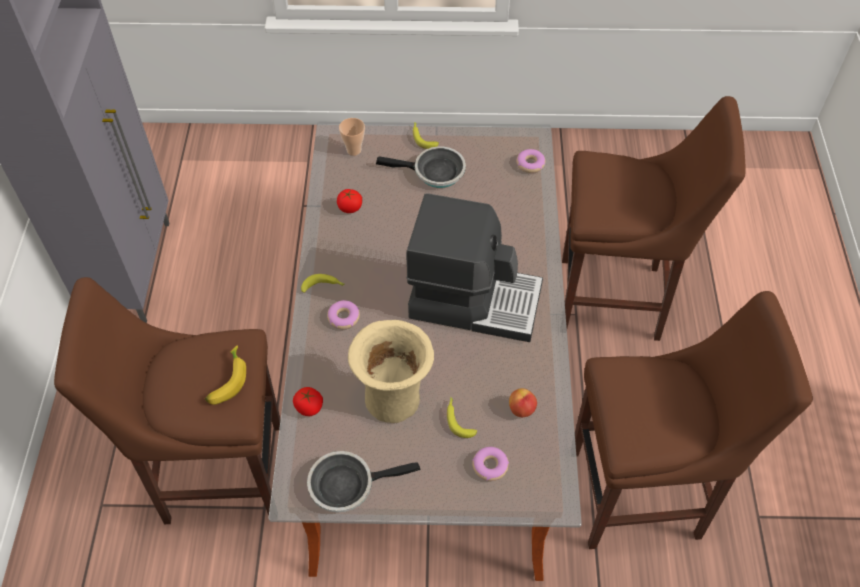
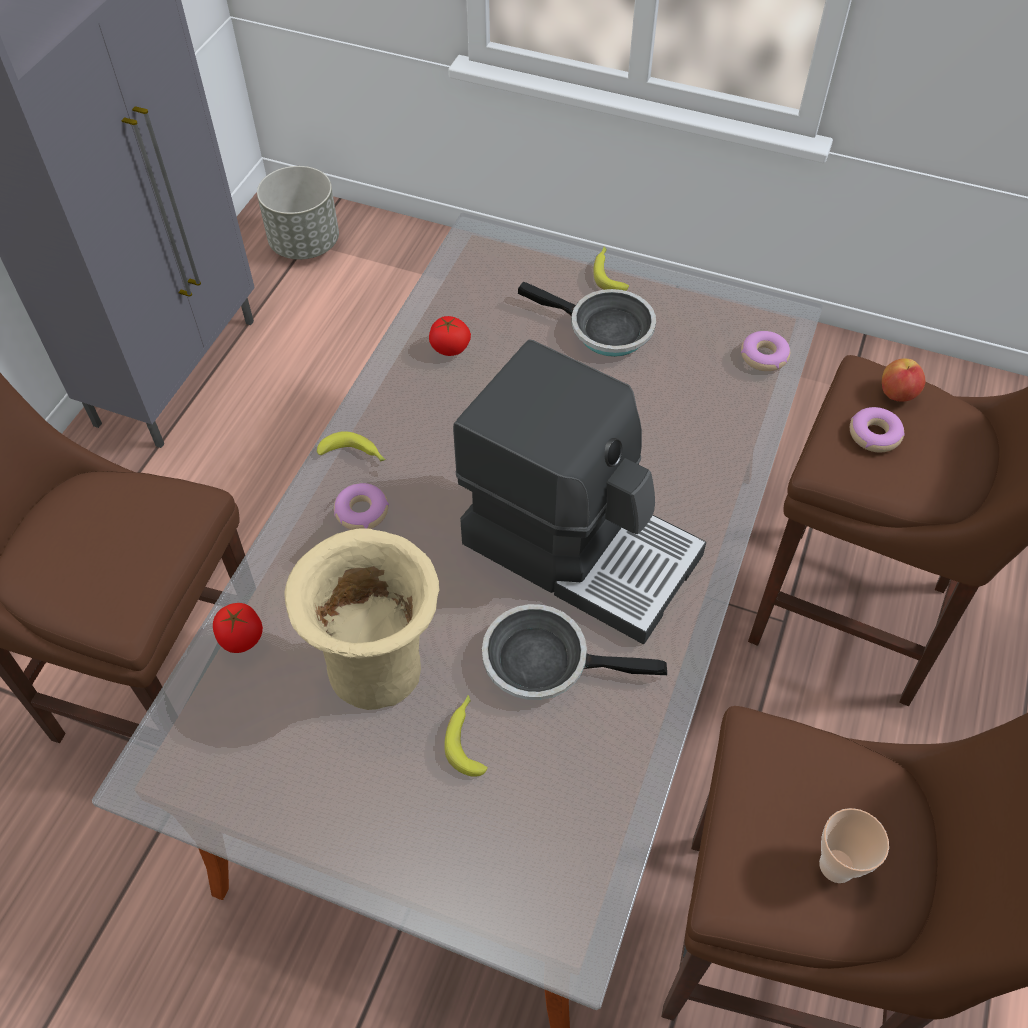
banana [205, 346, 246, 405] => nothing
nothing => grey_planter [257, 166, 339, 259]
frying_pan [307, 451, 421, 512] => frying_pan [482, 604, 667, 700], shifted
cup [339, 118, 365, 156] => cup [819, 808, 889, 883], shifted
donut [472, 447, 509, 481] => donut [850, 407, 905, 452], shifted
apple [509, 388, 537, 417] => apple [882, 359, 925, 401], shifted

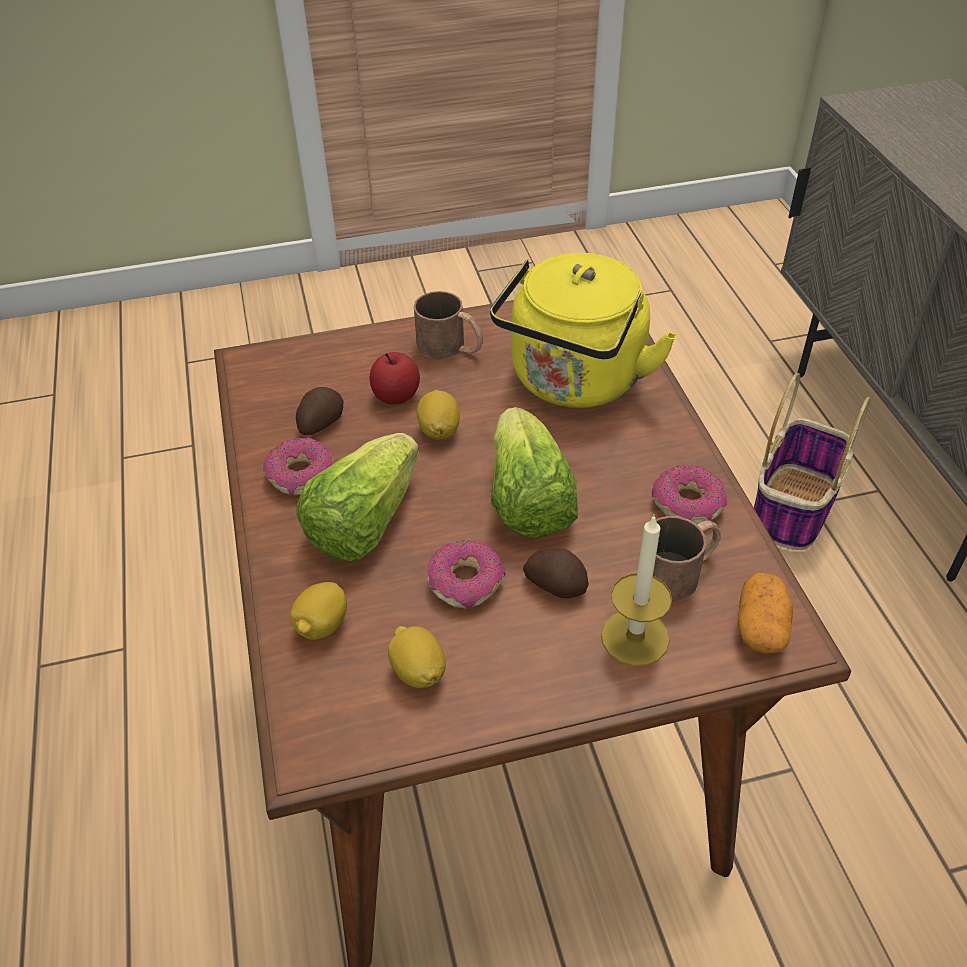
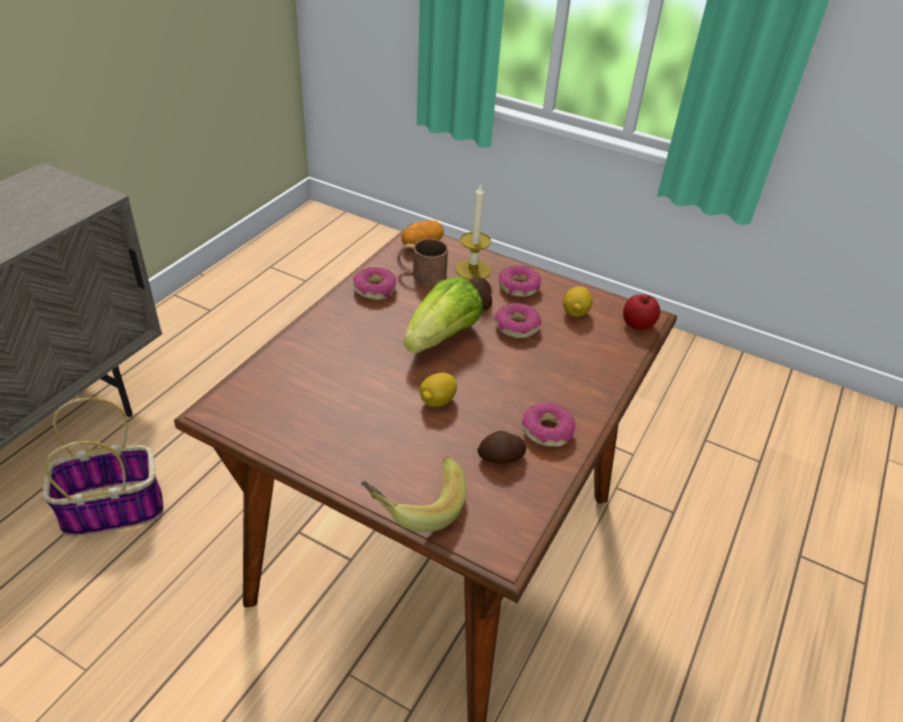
lemon [290, 582, 347, 640] => nothing
lettuce [297, 433, 419, 562] => nothing
brown_mug [414, 291, 483, 359] => nothing
yellow_kettle [490, 253, 677, 408] => nothing
nothing => banana [361, 457, 466, 532]
nothing => donut [498, 265, 542, 297]
apple [369, 352, 420, 404] => apple [623, 294, 660, 330], shifted

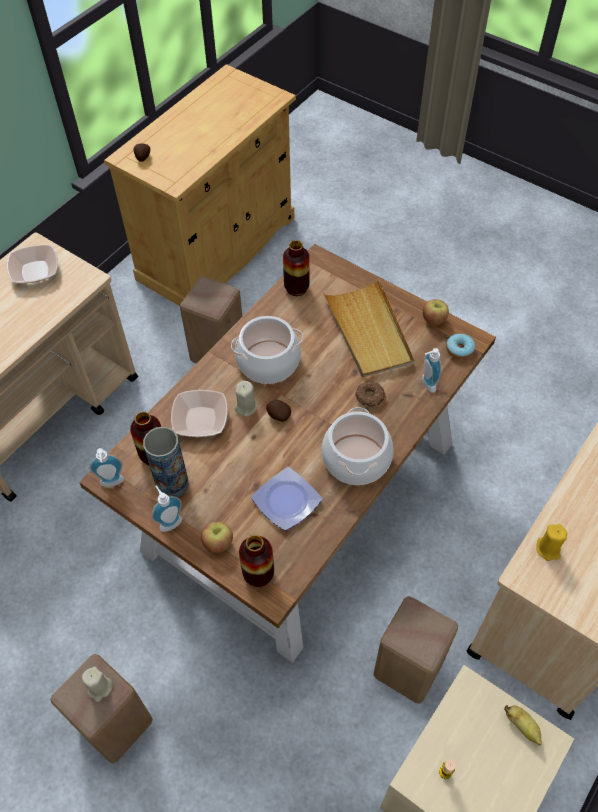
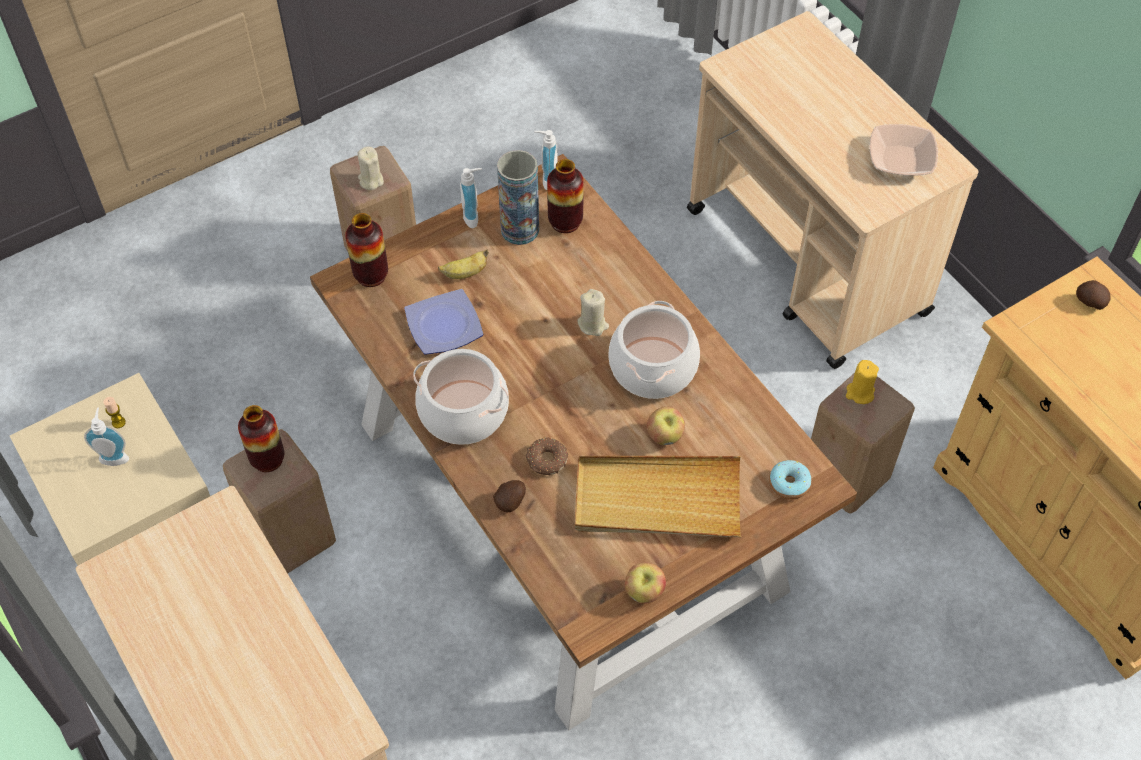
bowl [171, 390, 228, 437] => nothing
apple [201, 522, 233, 553] => apple [647, 407, 685, 445], shifted
potato [266, 400, 291, 422] => potato [493, 480, 526, 512], shifted
vase [283, 240, 310, 296] => vase [238, 405, 285, 472], shifted
soap_dispenser [422, 348, 441, 393] => soap_dispenser [84, 408, 129, 466], shifted
donut [446, 334, 475, 359] => donut [769, 460, 811, 500], shifted
banana [504, 705, 542, 745] => banana [438, 250, 489, 279], shifted
yellow_candle [536, 524, 567, 561] => yellow_candle [846, 360, 879, 404], shifted

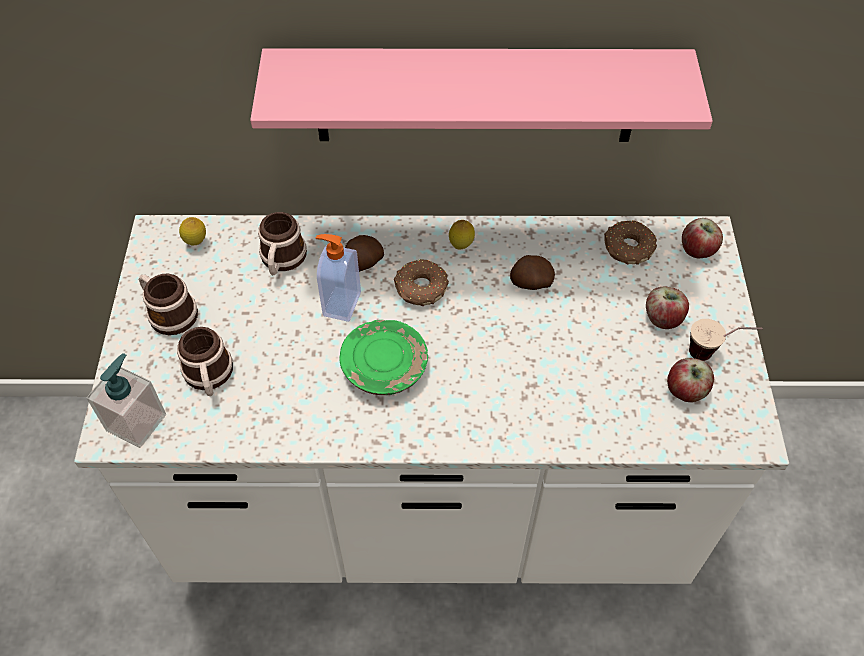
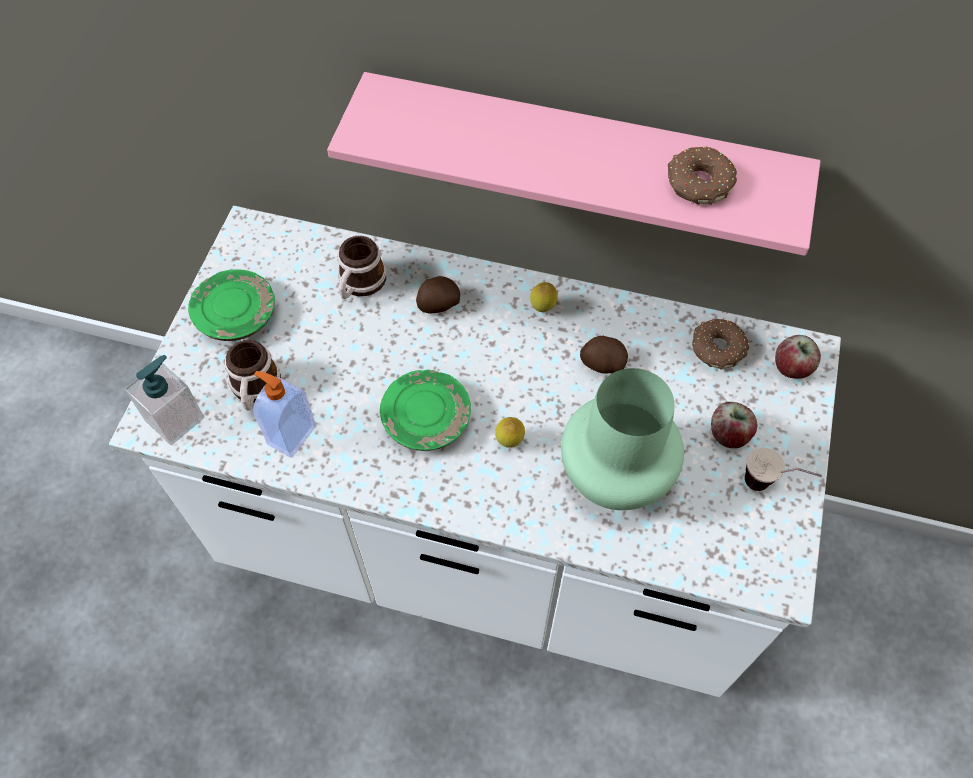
apple [667, 358, 714, 402] => nothing
nothing => green_vase [561, 368, 684, 510]
lemon [179, 217, 206, 245] => lemon [495, 417, 525, 448], shifted
soap_dispenser [316, 234, 361, 322] => soap_dispenser [253, 371, 316, 458], shifted
donut [394, 259, 449, 306] => donut [668, 146, 737, 205], shifted
mug [139, 273, 198, 335] => green_plate [188, 269, 275, 341]

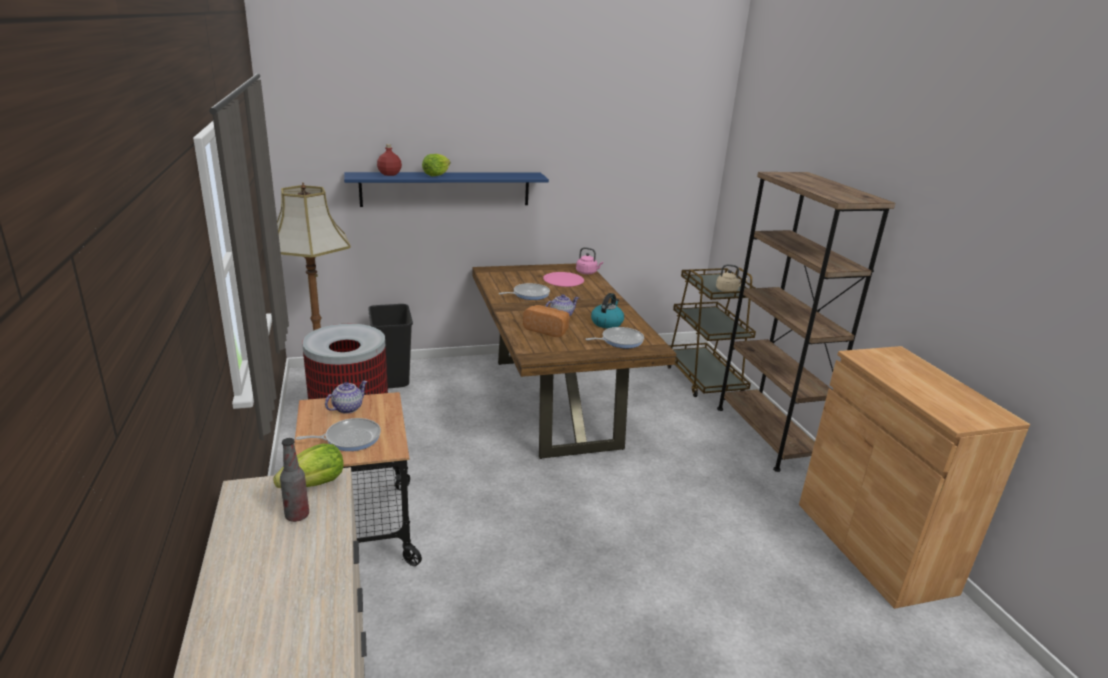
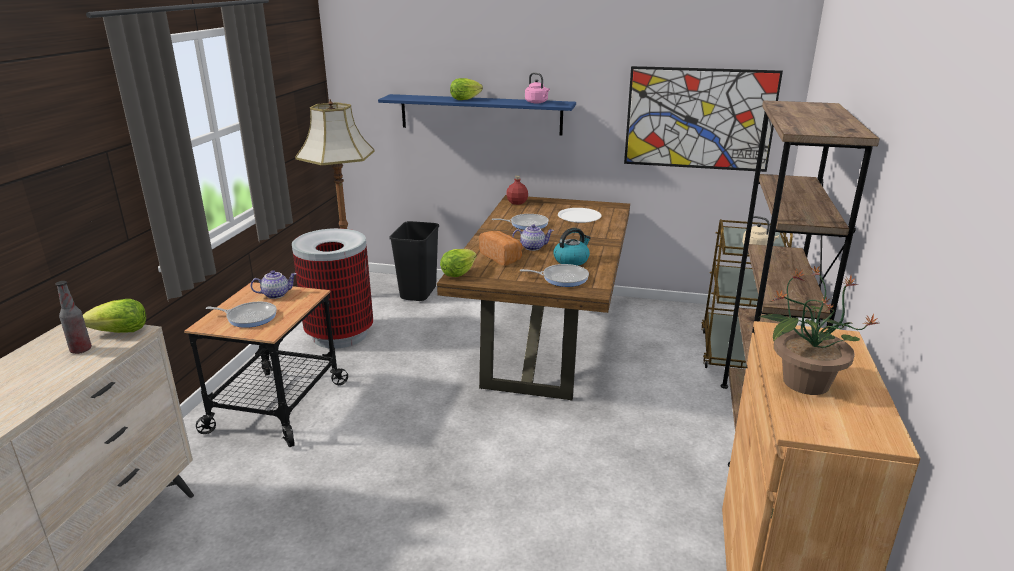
nothing => lettuce [440, 249, 477, 277]
nothing => picture [624, 66, 783, 172]
nothing => potted_plant [760, 265, 879, 395]
red_bottle [377, 144, 402, 176] => red_bottle [506, 175, 528, 205], shifted
pink_kettle [576, 247, 603, 274] => pink_kettle [525, 72, 550, 103], shifted
pink_plate [543, 272, 584, 287] => white_plate [558, 208, 602, 223]

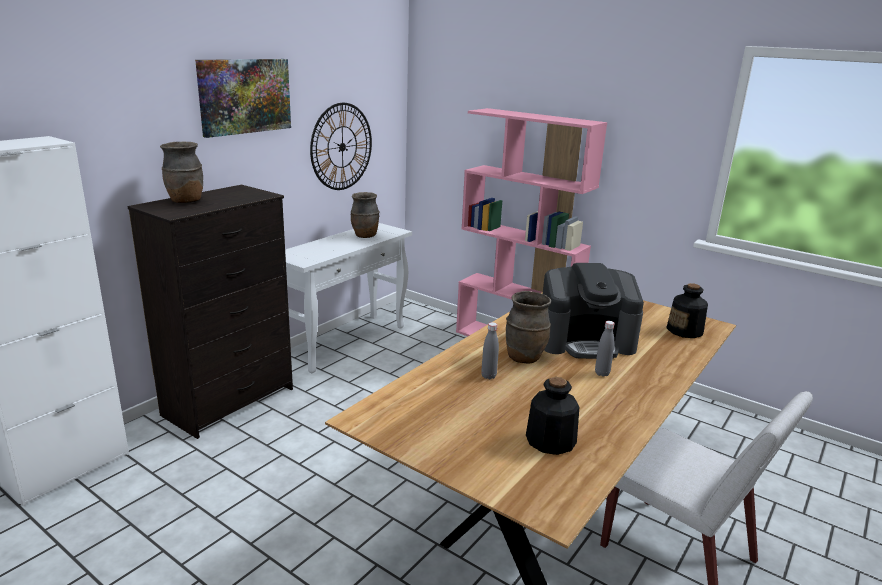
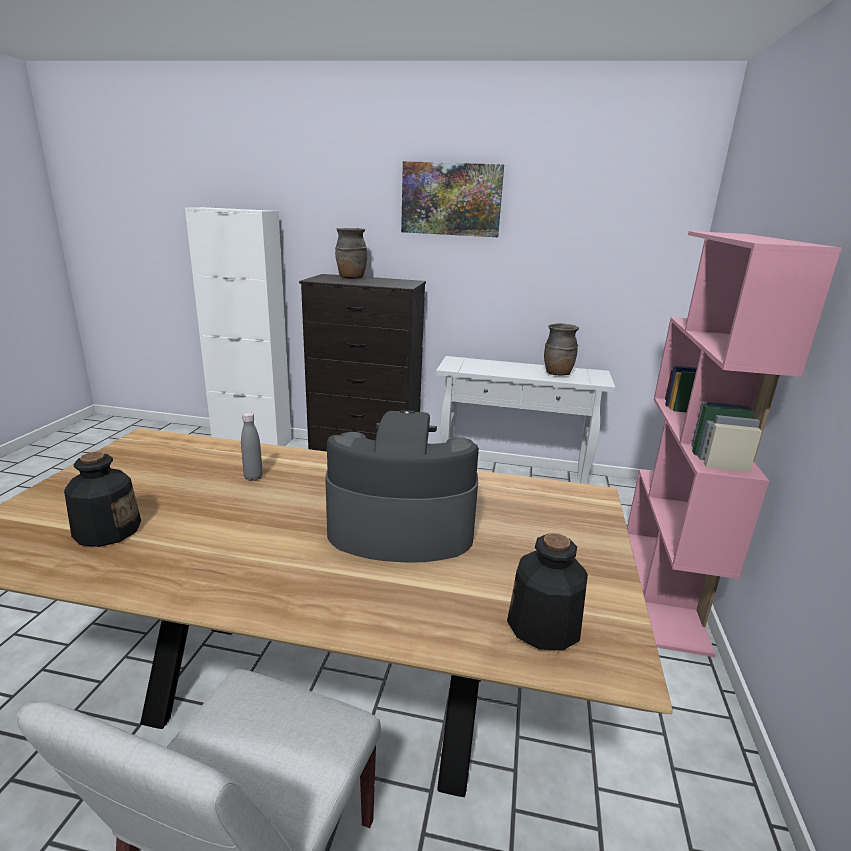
wall_clock [310, 103, 372, 190] => nothing
brown_vase [506, 291, 551, 364] => nothing
grey_bottle [595, 321, 615, 377] => nothing
coffee_machine [542, 263, 644, 359] => coffee_machine [325, 410, 479, 563], 120 degrees clockwise

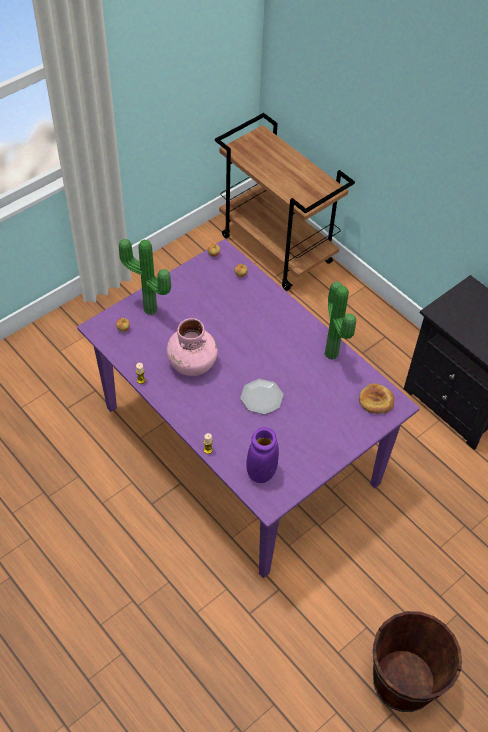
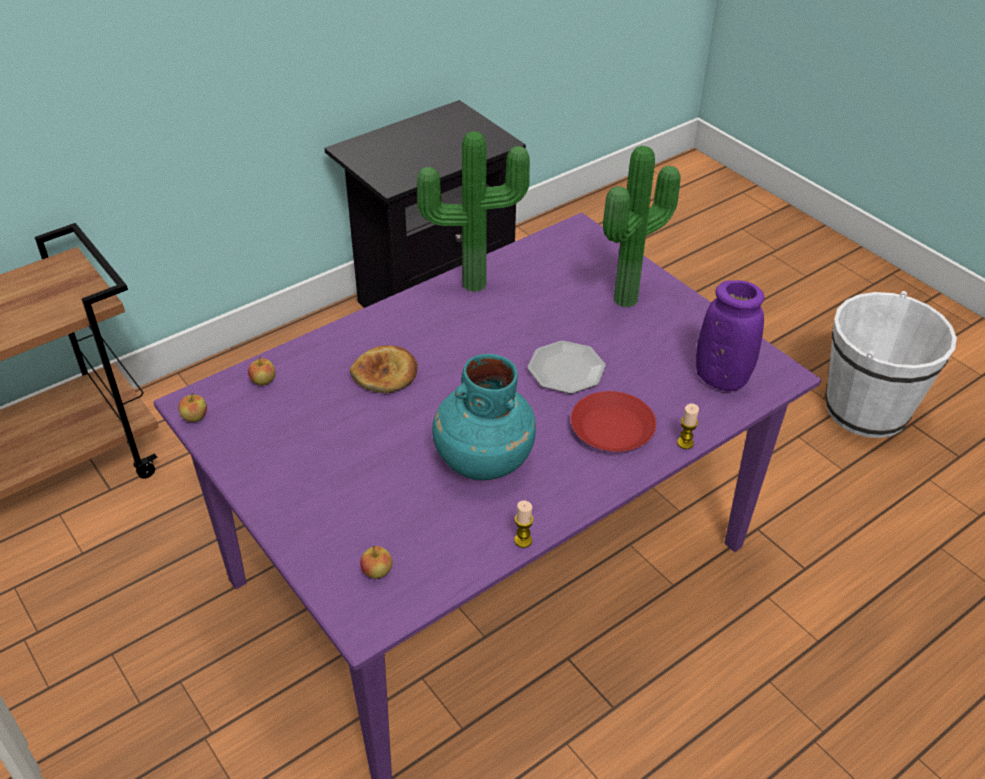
nothing => red_plate [571, 391, 656, 452]
potted_plant [119, 239, 171, 315] => potted_plant [603, 146, 681, 308], shifted
bread [359, 383, 394, 414] => bread [350, 345, 418, 393], shifted
pink_vase [166, 318, 218, 376] => turquoise_vase [432, 354, 536, 480]
brown_bucket [373, 611, 462, 712] => white_bucket [825, 291, 957, 438]

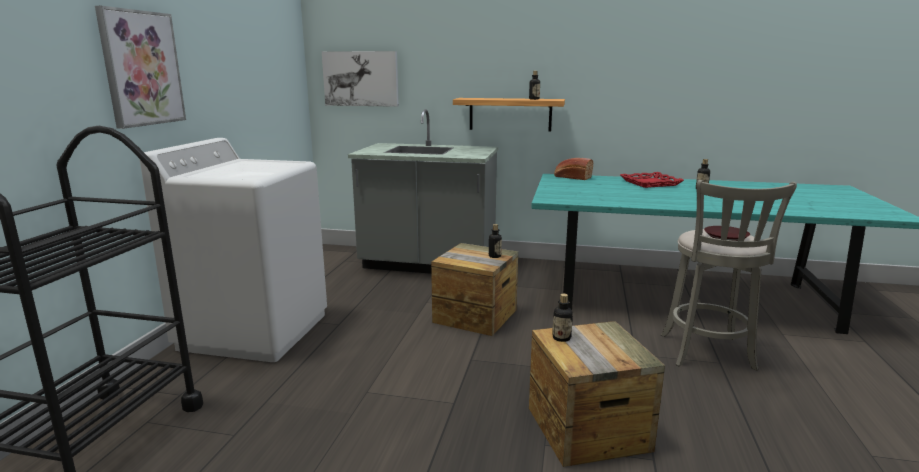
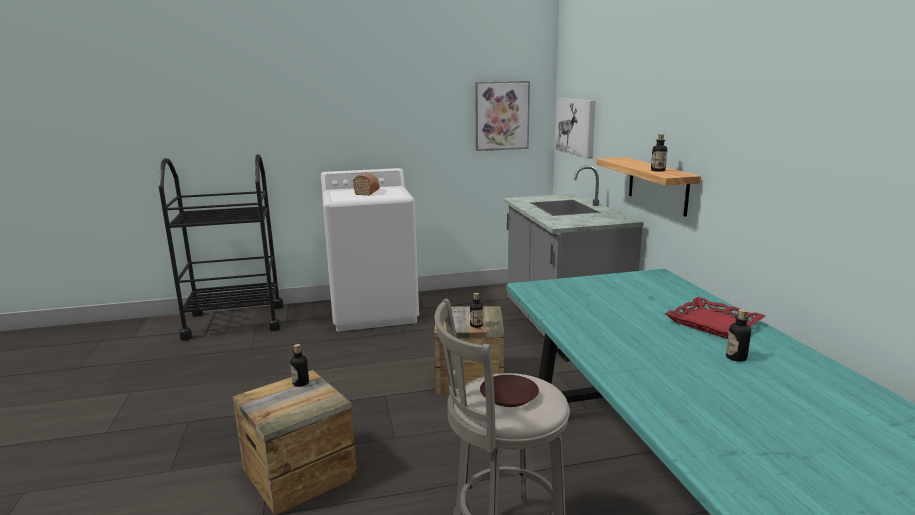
picture [95, 6, 186, 129] => picture [475, 81, 530, 151], shifted
bread [554, 158, 593, 180] => bread [353, 173, 380, 195], shifted

